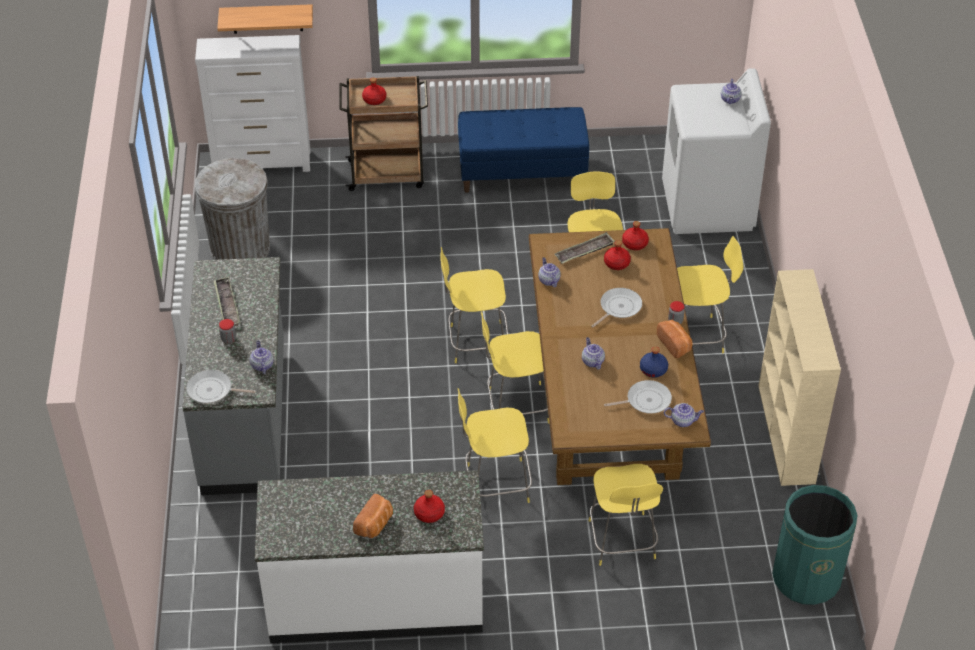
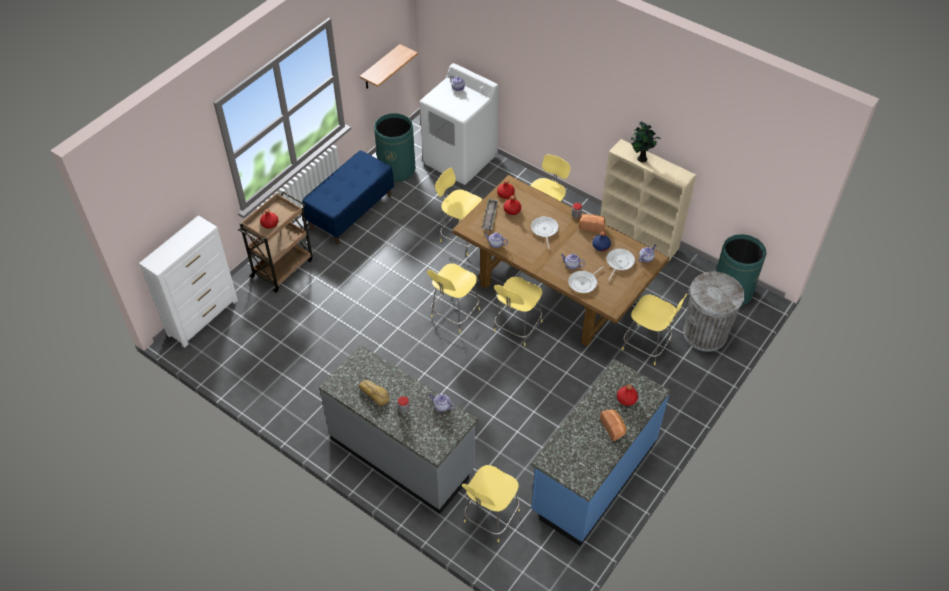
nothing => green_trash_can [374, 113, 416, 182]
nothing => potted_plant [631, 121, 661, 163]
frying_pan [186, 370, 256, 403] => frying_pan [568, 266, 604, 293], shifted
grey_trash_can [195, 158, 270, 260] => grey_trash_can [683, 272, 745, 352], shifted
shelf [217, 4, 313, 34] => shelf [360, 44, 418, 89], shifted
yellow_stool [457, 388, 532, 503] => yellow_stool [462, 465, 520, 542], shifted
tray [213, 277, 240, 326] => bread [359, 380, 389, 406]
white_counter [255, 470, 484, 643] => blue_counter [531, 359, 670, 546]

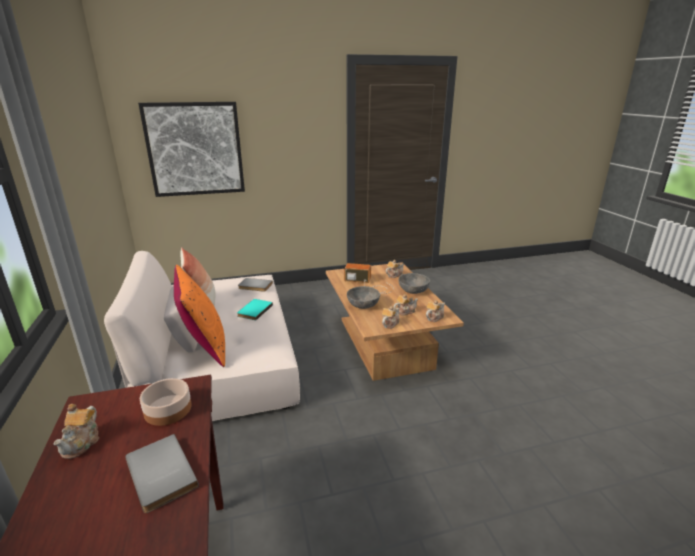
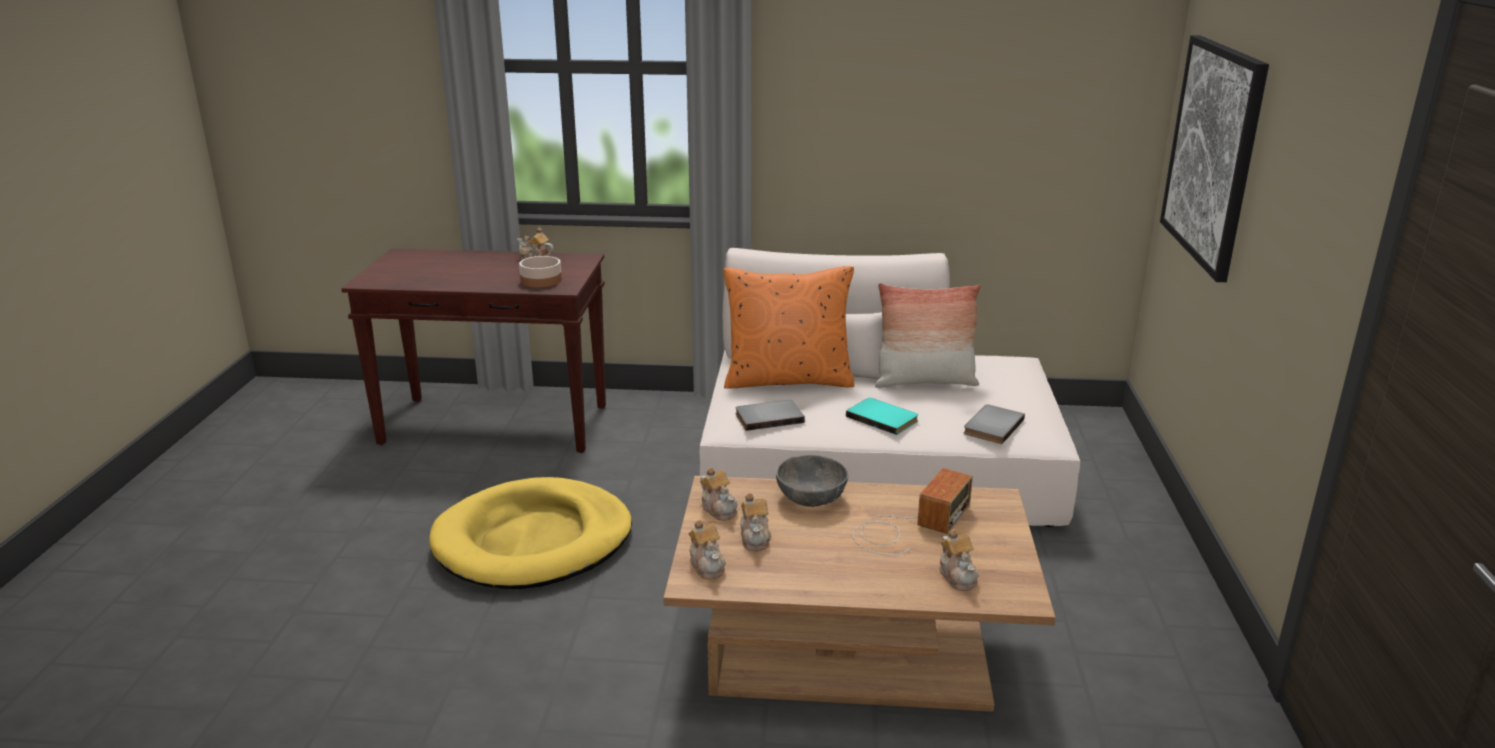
grey_bowl [399, 273, 430, 294] => nothing
nothing => yellow_dog_bed [429, 477, 632, 589]
grey_book [125, 434, 199, 513] => grey_book [736, 400, 805, 431], shifted

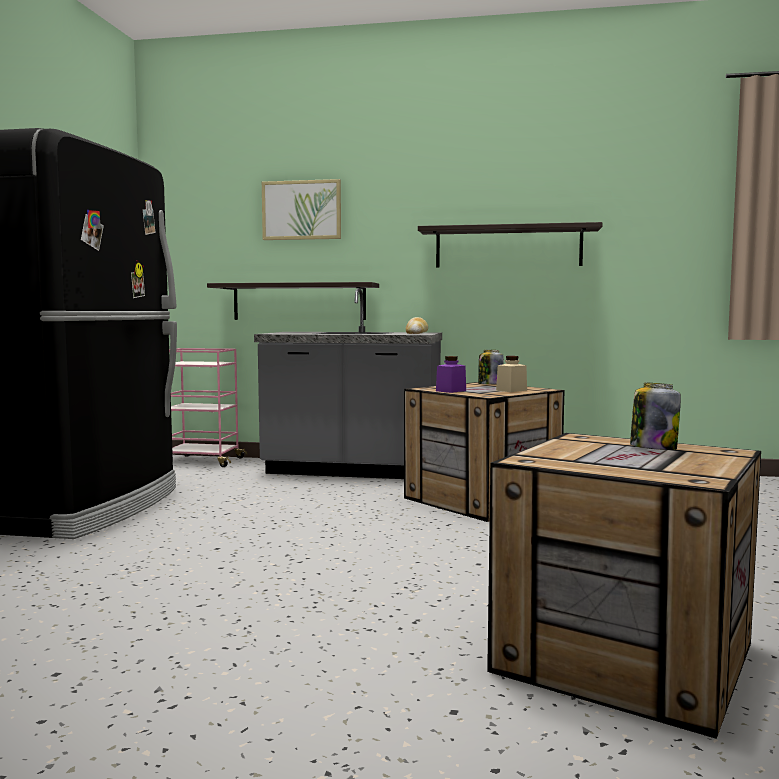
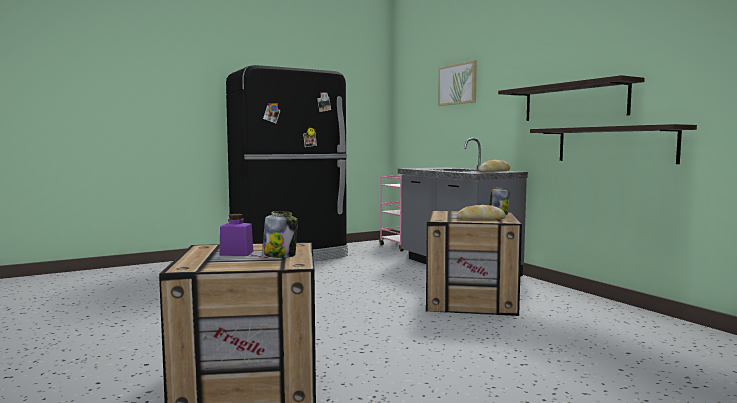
shelf [207, 282, 379, 320] => shelf [530, 124, 697, 164], shifted
purple_jar [436, 356, 466, 393] => purple_jar [219, 214, 254, 256], shifted
beige_jar [496, 356, 527, 392] => bread [457, 205, 506, 220]

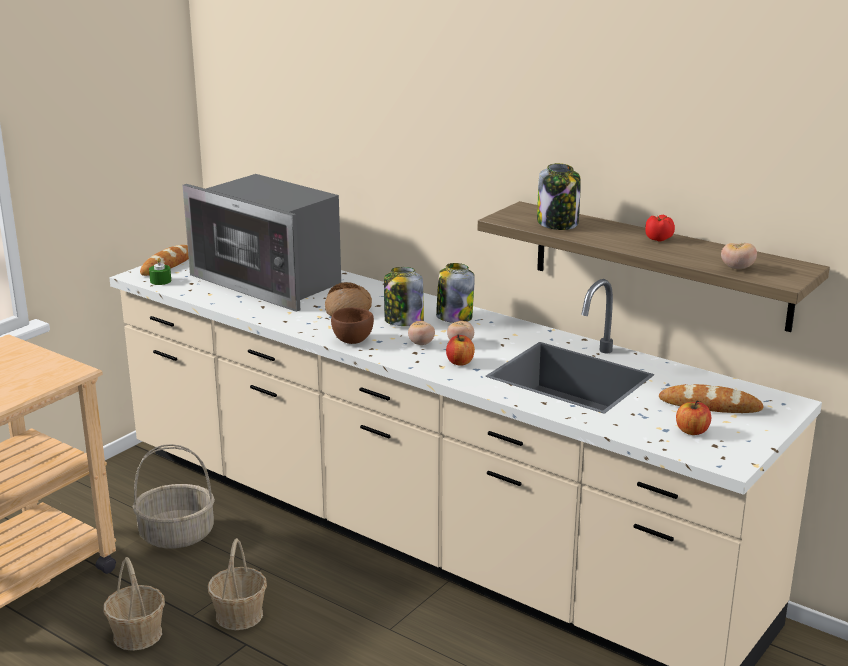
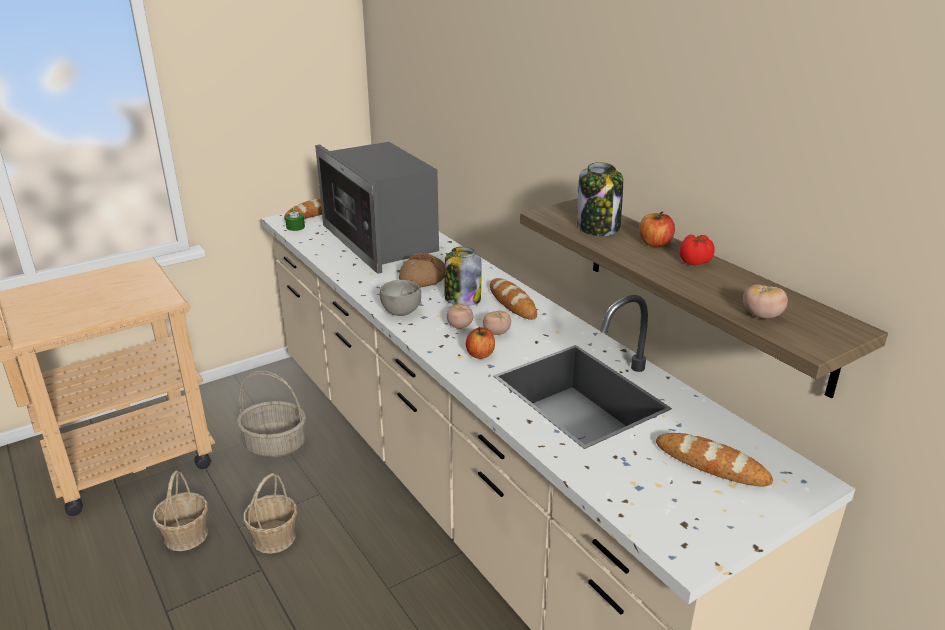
apple [676, 400, 711, 435] => apple [639, 211, 675, 247], shifted
jar [436, 263, 475, 323] => bread [490, 278, 537, 320]
brown_bowl [331, 307, 374, 344] => grey_bowl [380, 280, 421, 316]

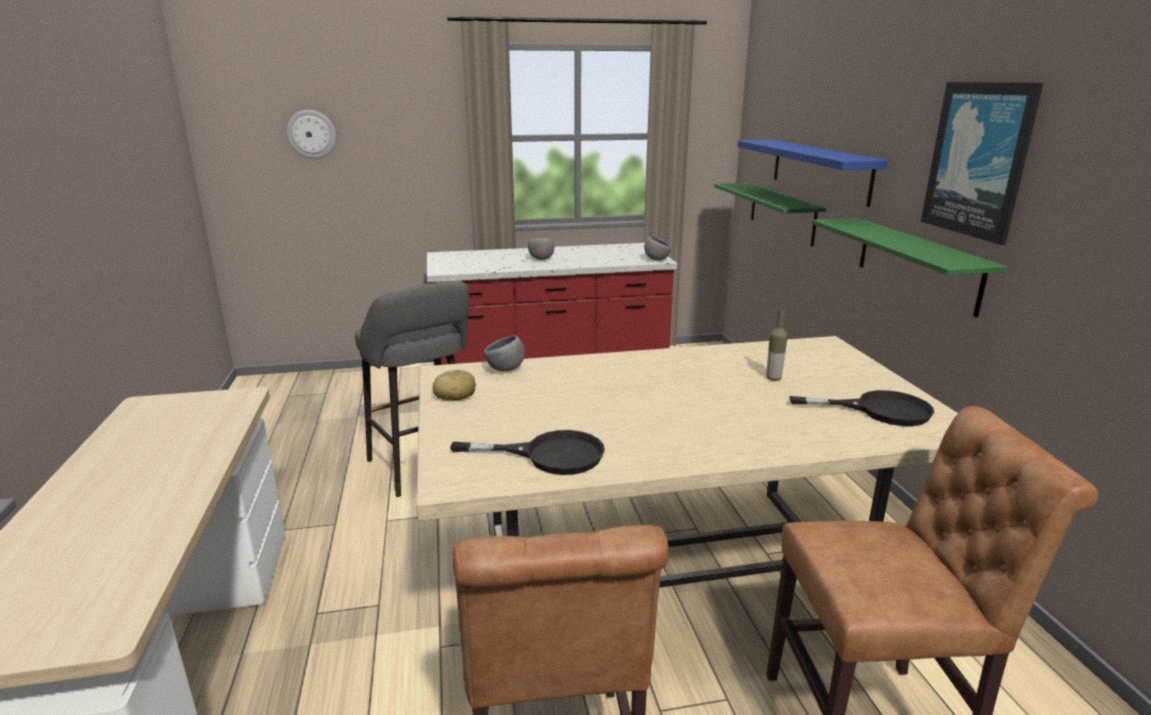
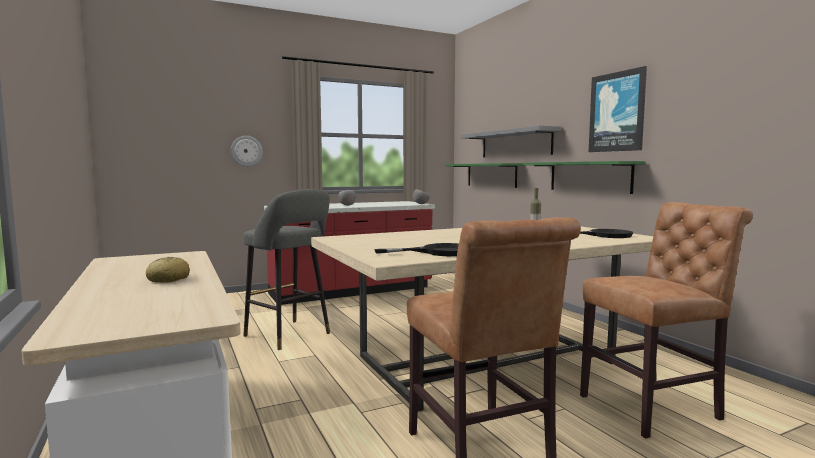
grey_bowl [484, 335, 525, 372] => nothing
wall_clock [286, 110, 336, 159] => wall_clock [231, 136, 263, 167], shifted
bread [433, 370, 476, 401] => bread [146, 257, 190, 283], shifted
blue_shelf [737, 140, 888, 207] => grey_shelf [461, 125, 561, 157]

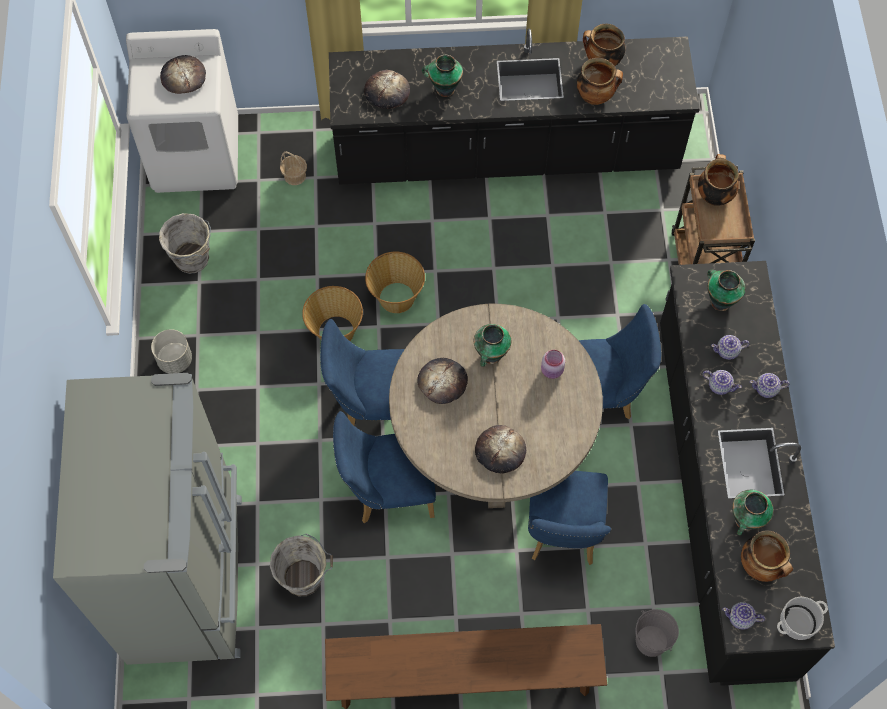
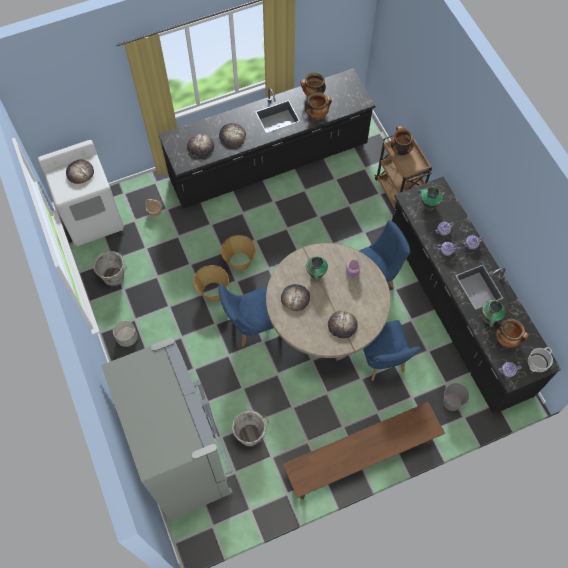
blue_chair [333, 411, 436, 523] => nothing
vase [422, 55, 463, 97] => bread [219, 123, 246, 146]

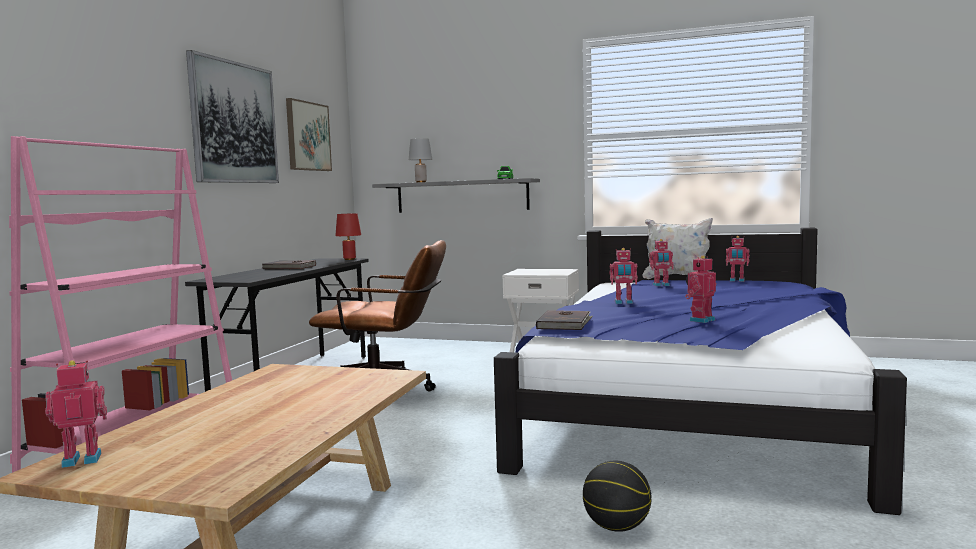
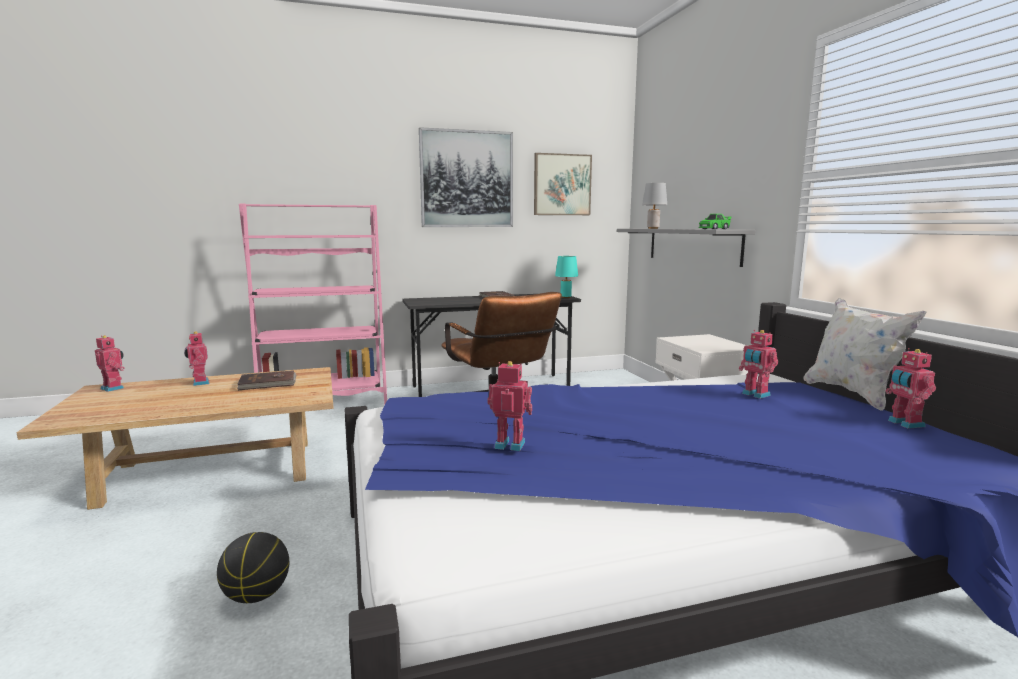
brown_book [536, 310, 593, 330] => brown_book [237, 370, 296, 390], shifted
toy_robot [609, 248, 638, 304] => toy_robot [184, 331, 209, 386], shifted
red_table_lamp [335, 213, 361, 260] => turquoise_table_lamp [555, 256, 578, 298]

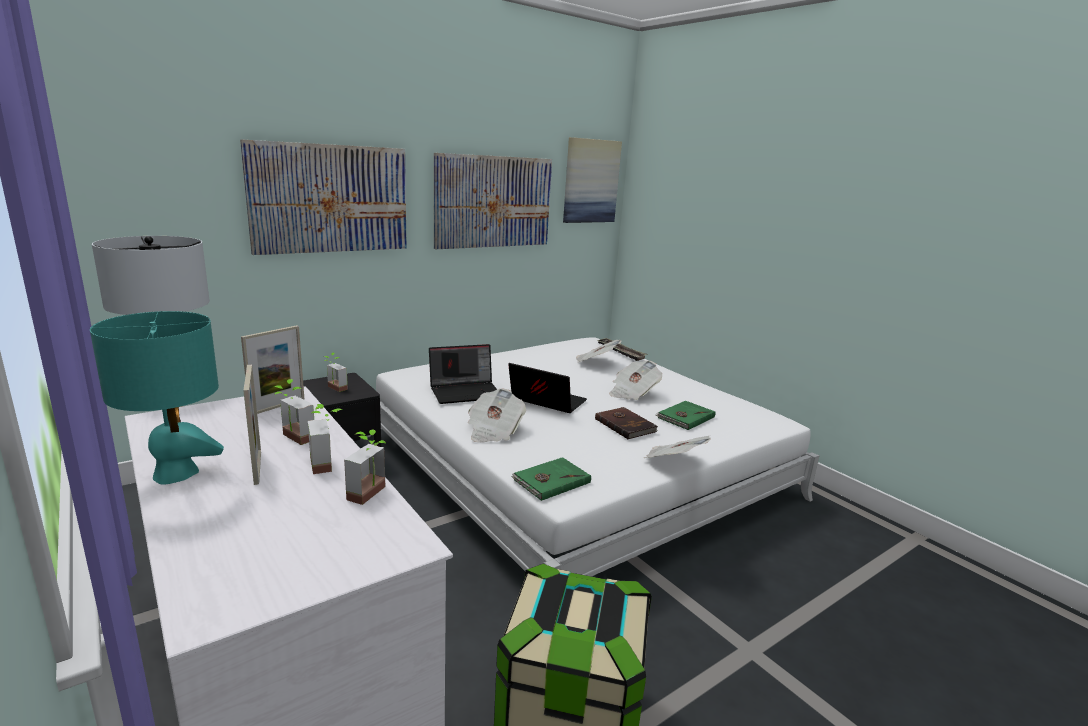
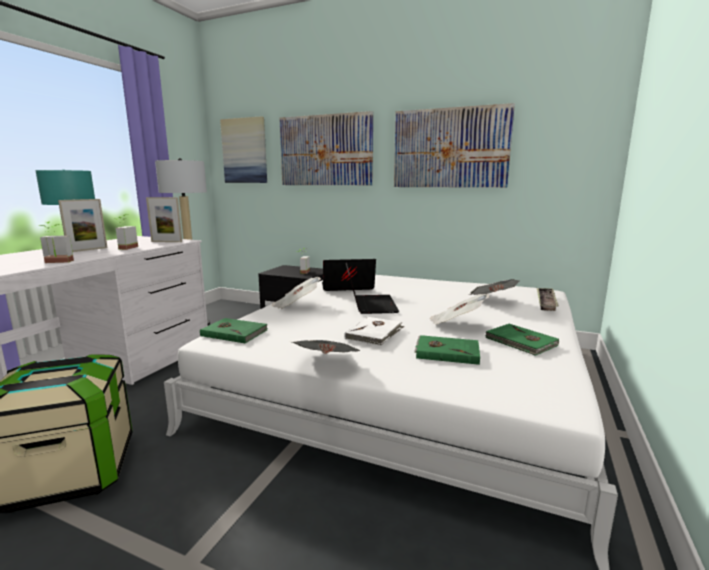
potted_plant [308, 404, 342, 474] => nothing
nothing => green_book [485, 324, 559, 356]
picture [563, 137, 622, 223] => picture [220, 116, 267, 183], shifted
brown_book [595, 407, 658, 439] => white_book [344, 317, 404, 346]
laptop [429, 344, 497, 404] => laptop [322, 259, 376, 291], 135 degrees clockwise

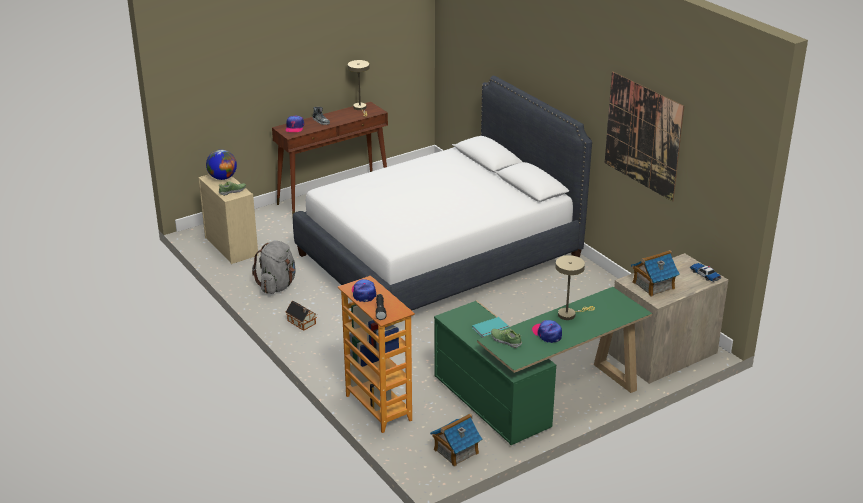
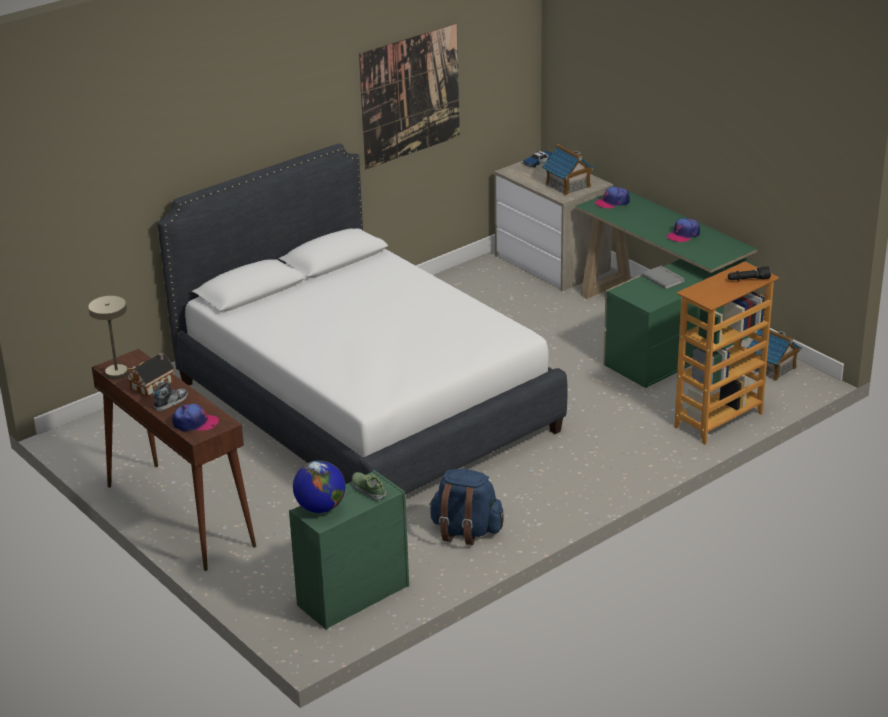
shoe [491, 328, 522, 348] => nothing
beige_table_lamp [556, 255, 595, 320] => nothing
toy_house [286, 301, 317, 331] => toy_house [127, 352, 174, 397], shifted
cap [352, 279, 376, 302] => cap [595, 186, 630, 209], shifted
beige_dresser [198, 174, 258, 264] => green_dresser [289, 470, 409, 630]
grey_backpack [252, 241, 296, 294] => blue_backpack [429, 469, 504, 545]
turquoise_book [472, 317, 509, 337] => grey_book [642, 266, 685, 289]

